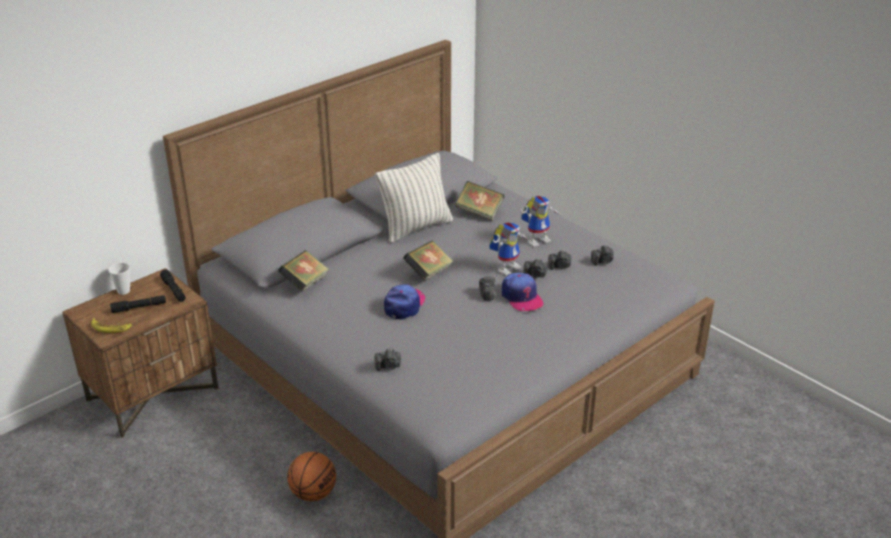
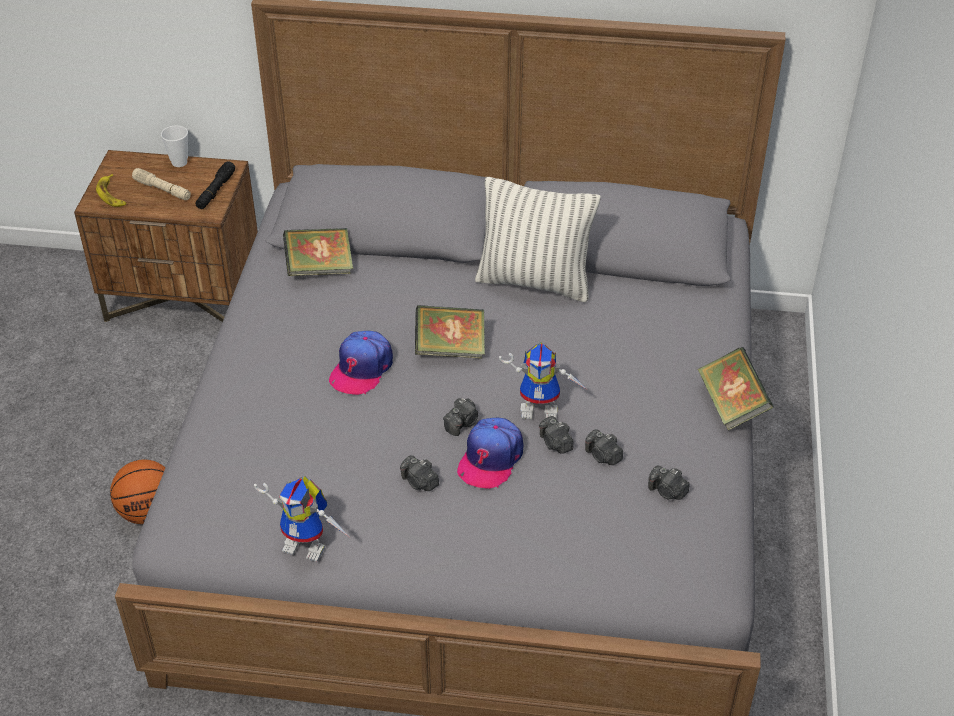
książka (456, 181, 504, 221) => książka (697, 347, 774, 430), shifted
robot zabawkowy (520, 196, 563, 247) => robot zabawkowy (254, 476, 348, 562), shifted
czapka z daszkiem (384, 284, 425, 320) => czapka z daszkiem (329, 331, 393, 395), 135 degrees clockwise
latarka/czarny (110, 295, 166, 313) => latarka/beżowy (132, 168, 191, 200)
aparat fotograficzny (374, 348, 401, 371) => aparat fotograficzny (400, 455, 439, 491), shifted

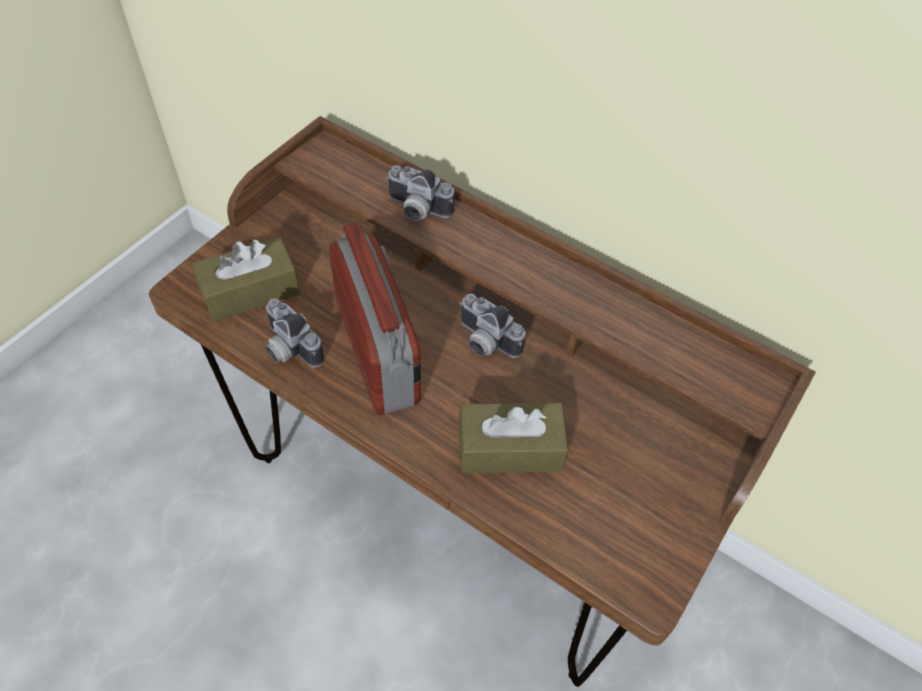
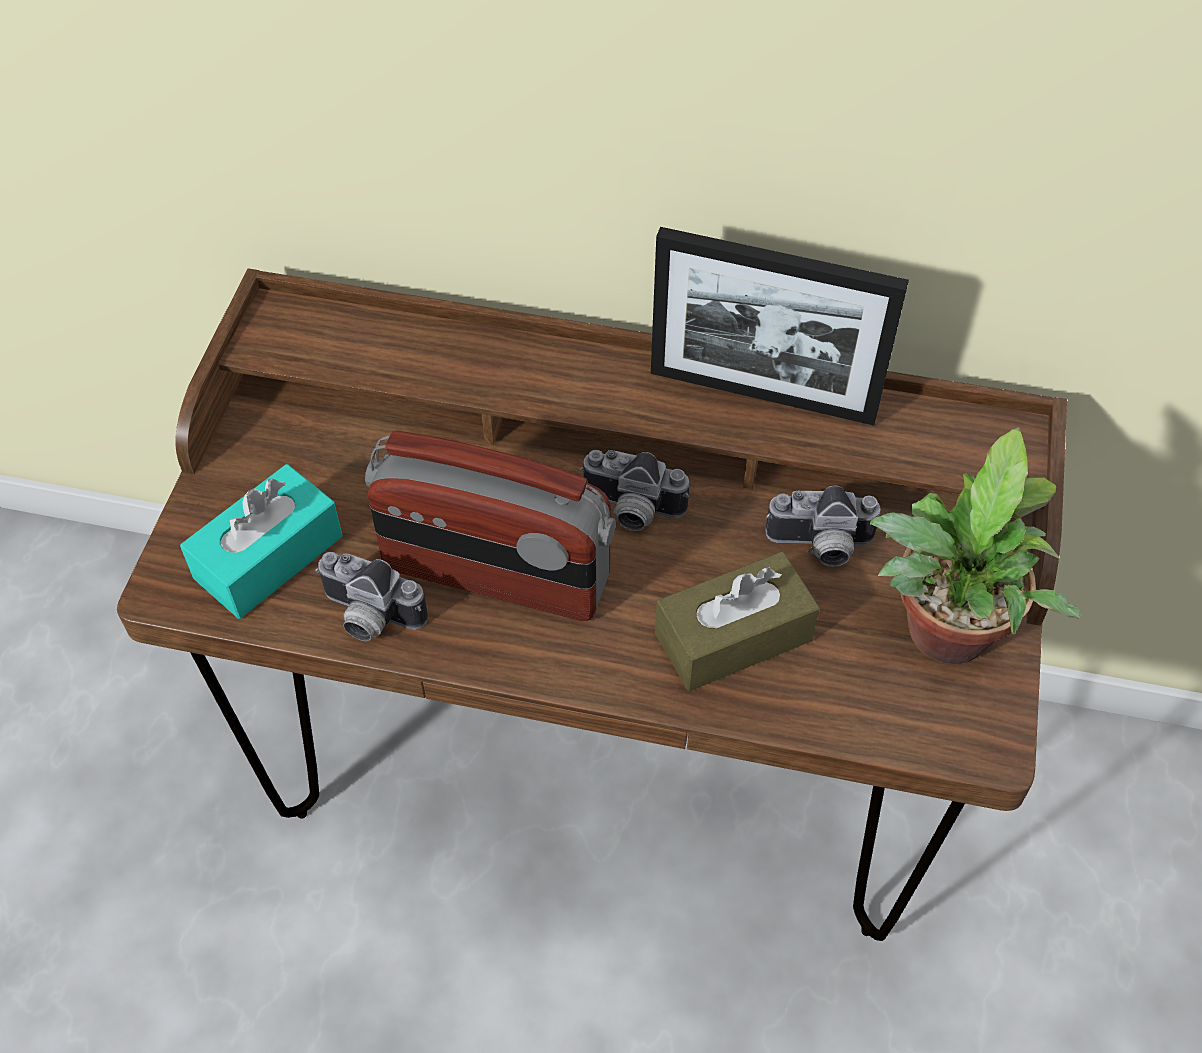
aparat fotograficzny (386, 165, 455, 221) => aparat fotograficzny (765, 485, 881, 567), shifted
radio (329, 221, 421, 415) => radio (365, 431, 616, 621), 150 degrees clockwise
pudełko chusteczek/brązowy (192, 237, 300, 322) => pudełko chusteczek/turkusowy (180, 464, 342, 619)
nothing => ramka na zdjęcie (651, 227, 909, 426)
nothing => roślina doniczkowa (870, 427, 1082, 664)

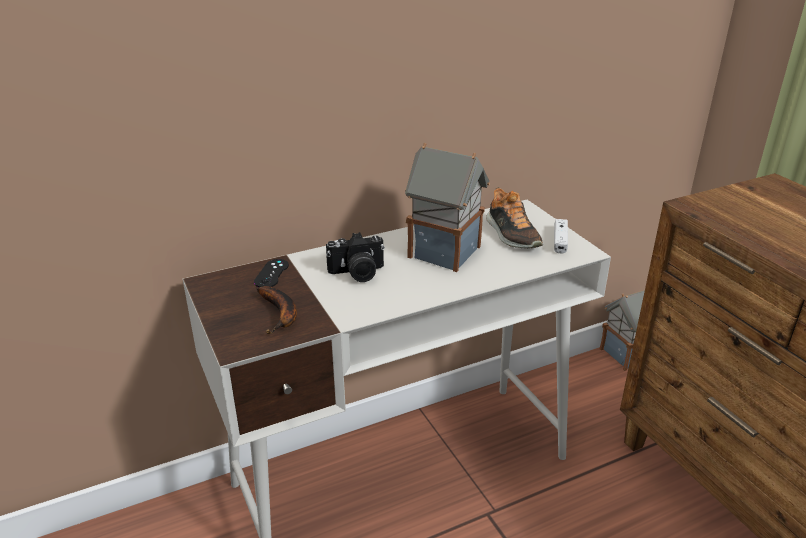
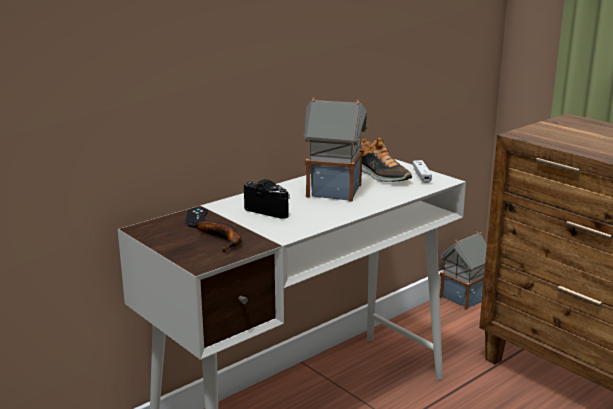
aparat fotograficzny (326, 232, 385, 282) => aparat fotograficzny (244, 179, 290, 219), 120 degrees counterclockwise

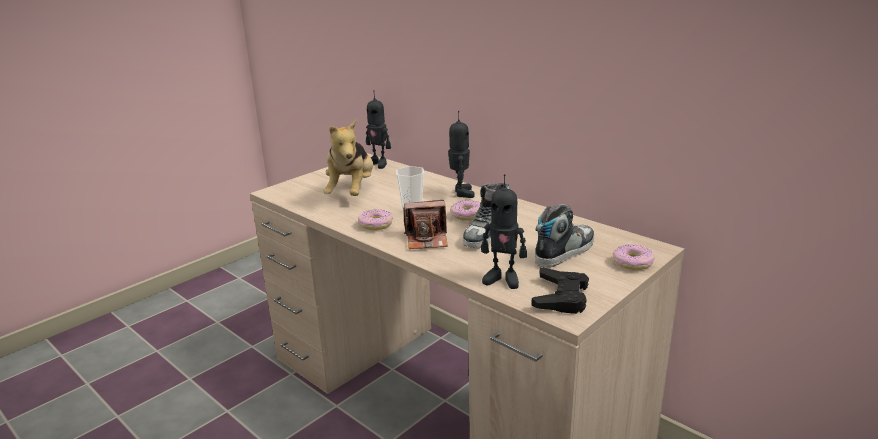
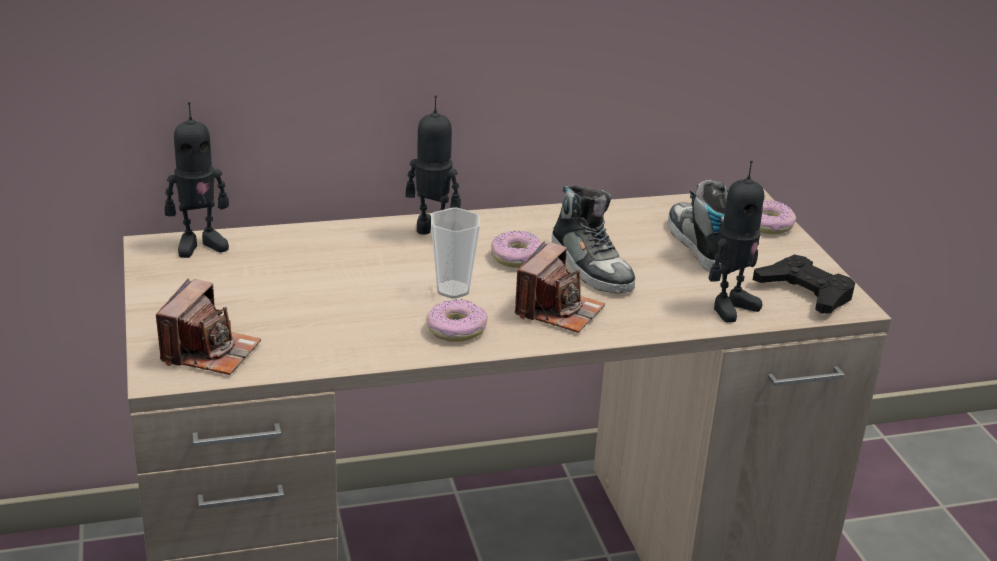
pluszak (323, 119, 373, 196) => nothing
nothing => aparat fotograficzny (156, 278, 261, 375)

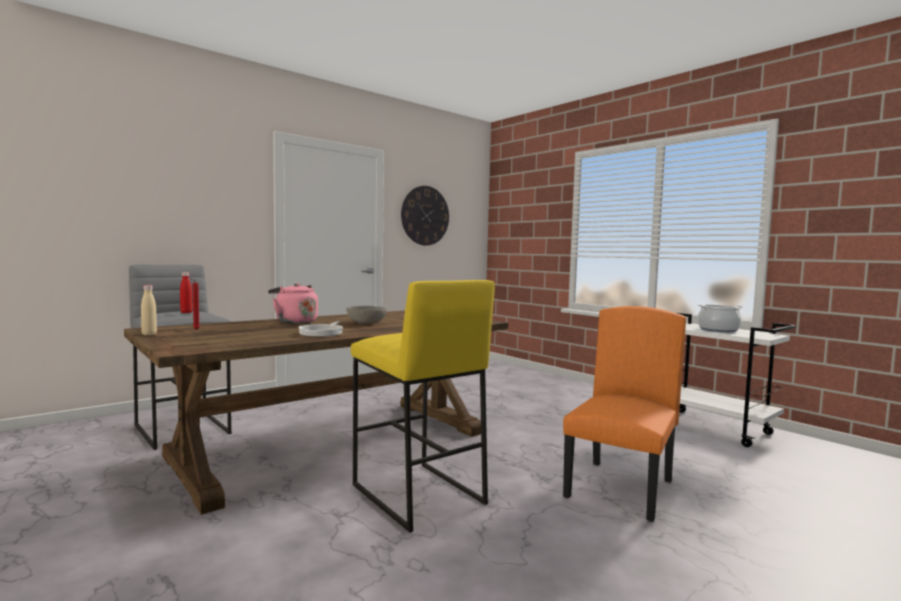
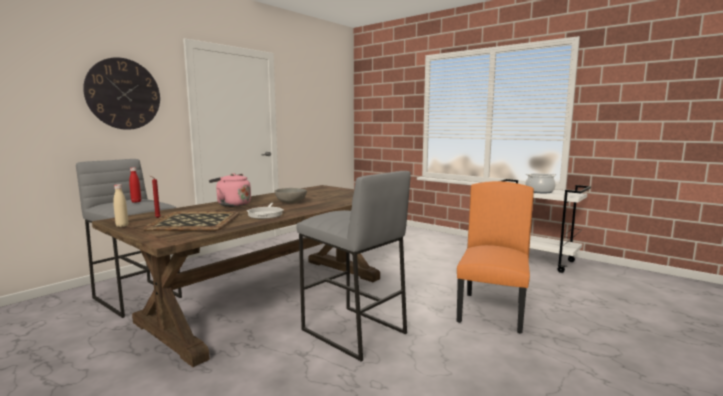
zegar ścienny (401, 186, 449, 245) => zegar ścienny (83, 57, 160, 130), shifted
stołek/żółty (351, 280, 495, 533) => stołek/szary (296, 171, 411, 362)
nothing => taca (143, 211, 240, 231)

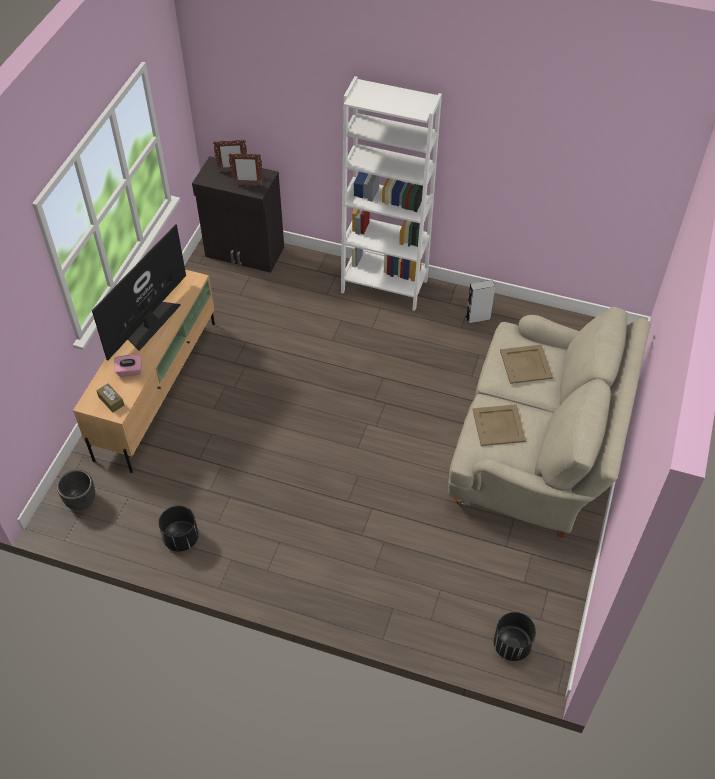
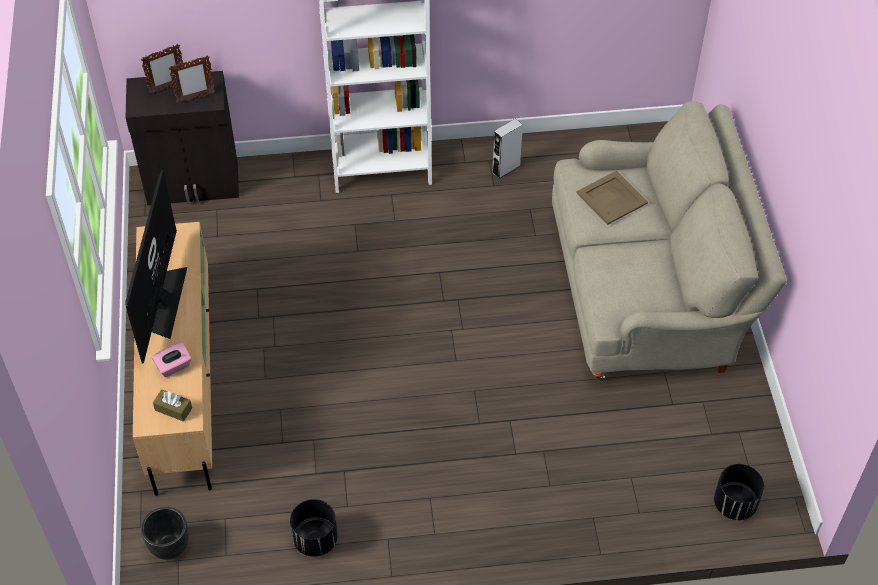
taca/beżowy (473, 404, 526, 446) => nothing

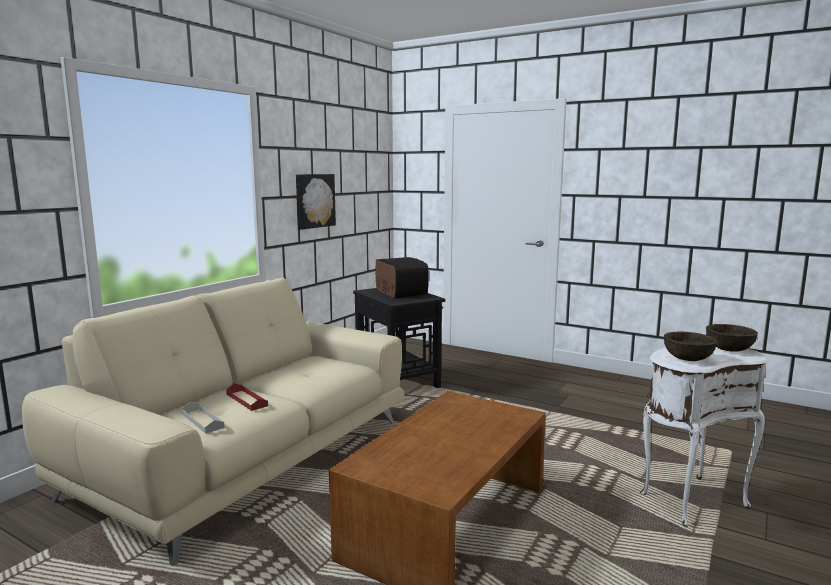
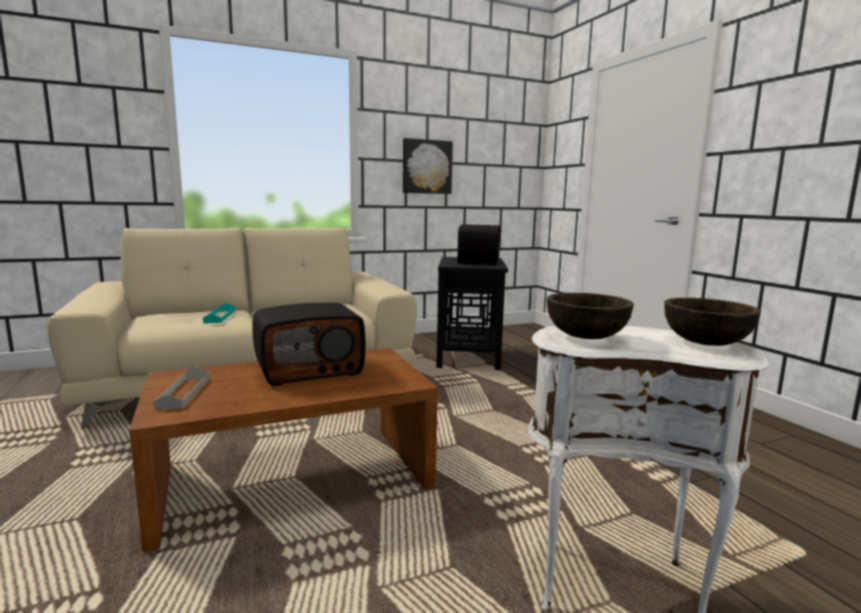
taca/czerwony (226, 383, 268, 411) => taca/turkusowy (203, 303, 235, 323)
taca/szary (181, 402, 225, 434) => taca/szary (154, 366, 210, 409), shifted
nothing => radio (252, 303, 366, 386)

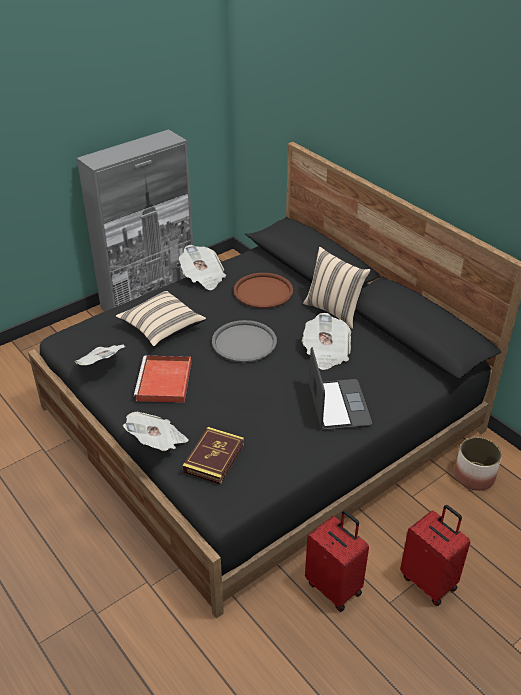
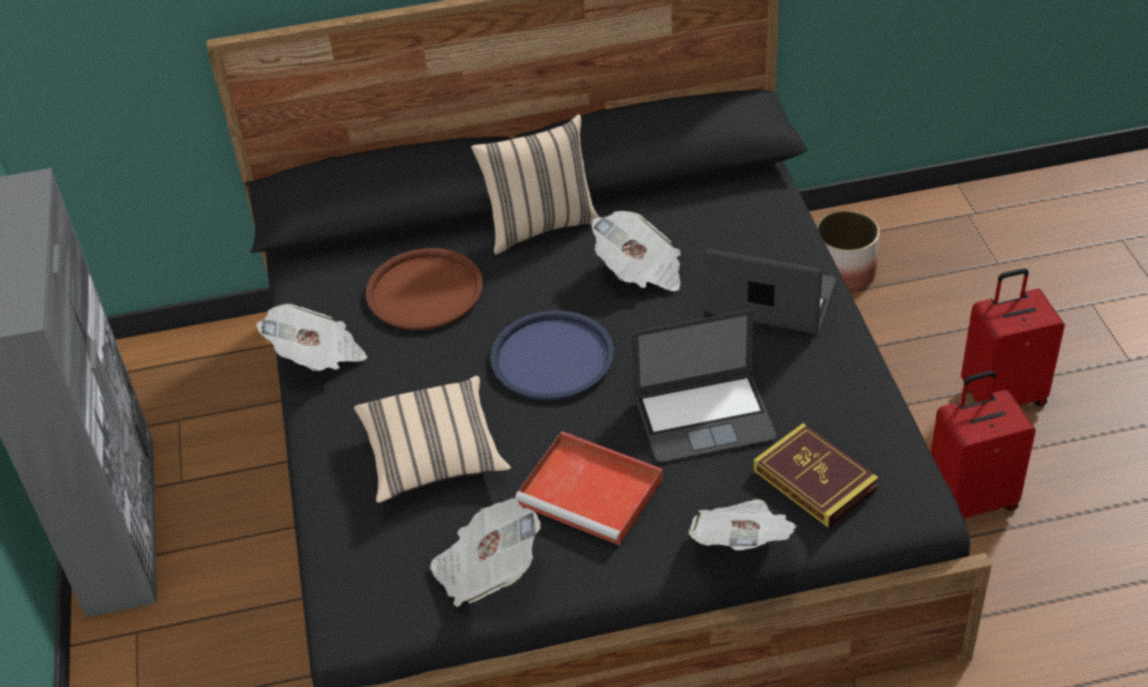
taca/szary (212, 320, 277, 363) => taca/niebieski (490, 310, 614, 400)
nothing => laptop (632, 310, 776, 462)

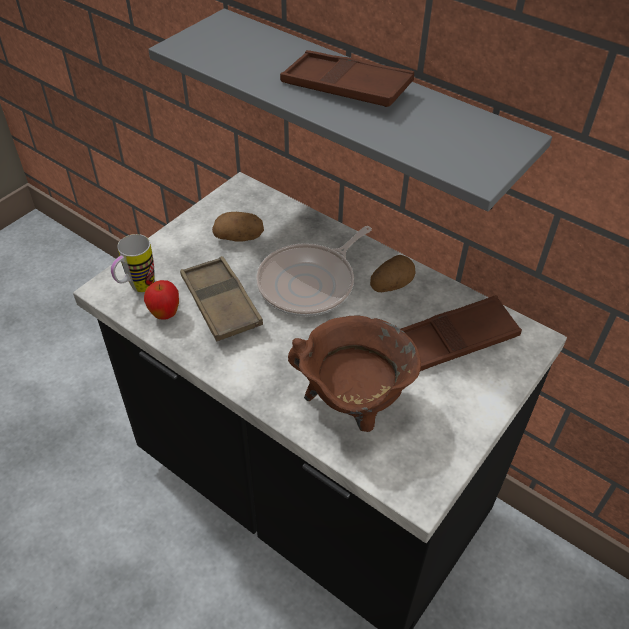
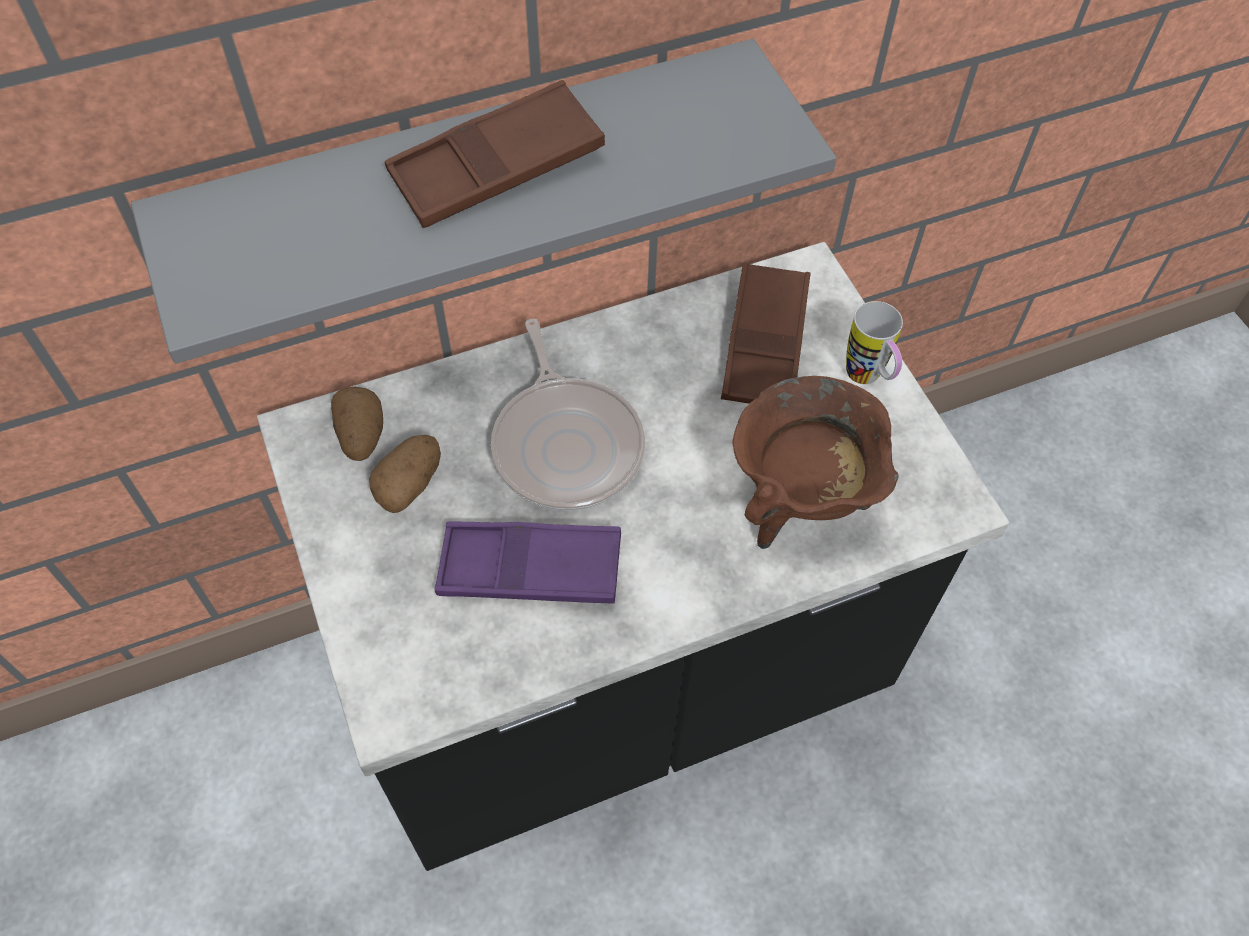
kubek (111, 234, 155, 292) => kubek (846, 301, 903, 384), shifted
ziemniak (370, 255, 416, 292) => ziemniak (331, 386, 383, 461), shifted
taca/brązowy (180, 256, 263, 341) => taca/fioletowy (435, 521, 621, 604)
jabłko (144, 280, 179, 320) => nothing

